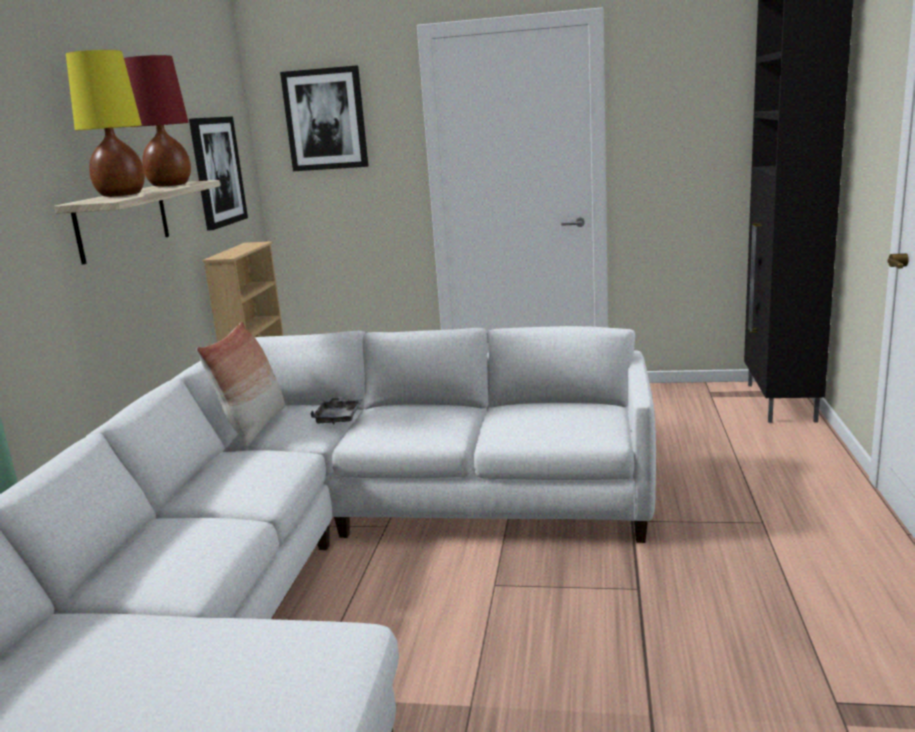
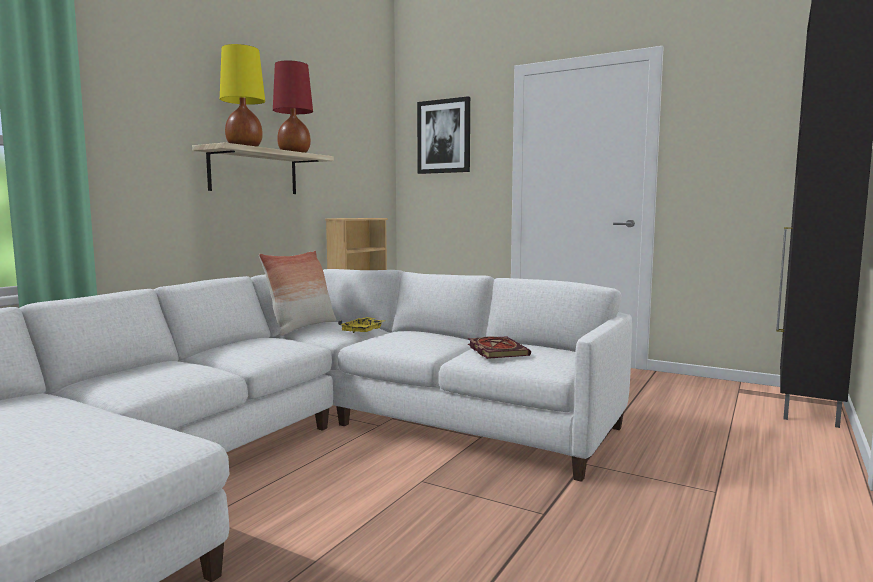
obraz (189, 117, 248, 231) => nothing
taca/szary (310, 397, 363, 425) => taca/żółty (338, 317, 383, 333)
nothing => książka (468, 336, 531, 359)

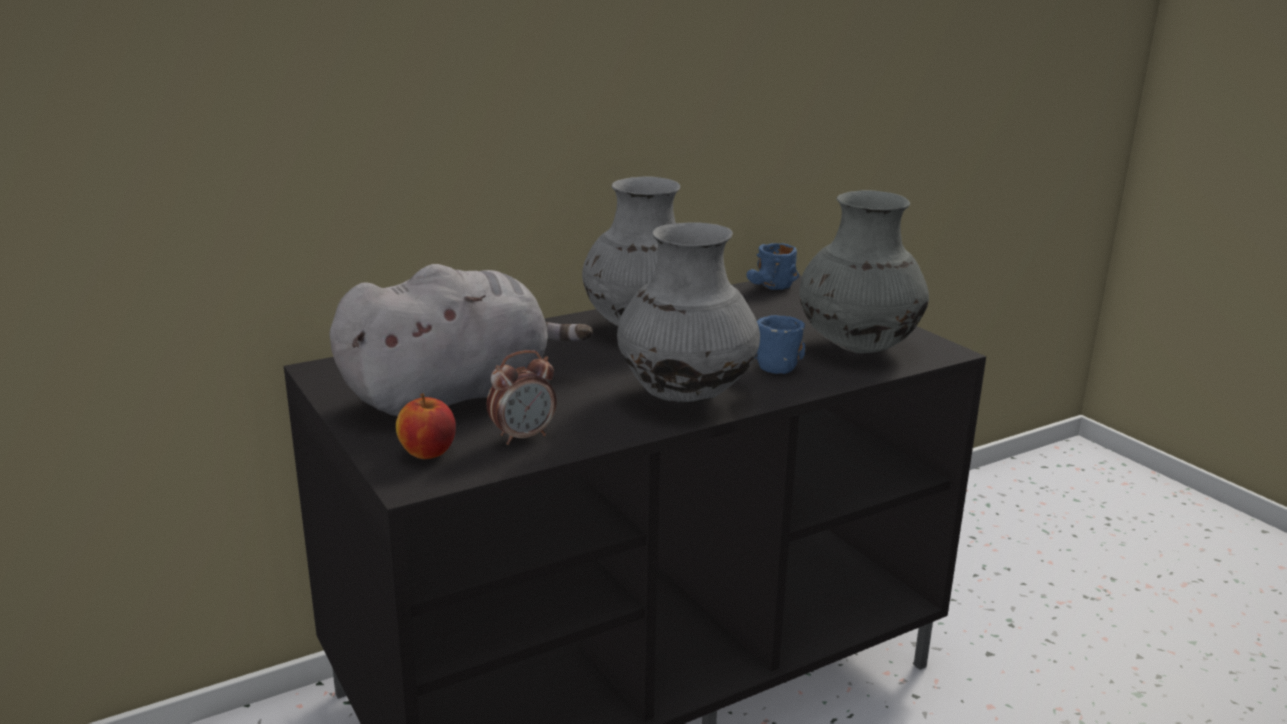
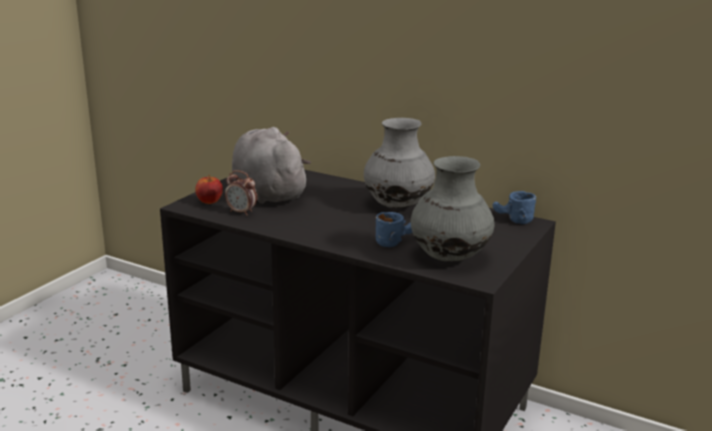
wazon/szary (617, 222, 760, 403) => nothing
pluszak/szary (330, 264, 593, 416) => pluszak/szary (232, 127, 311, 204), 150 degrees counterclockwise

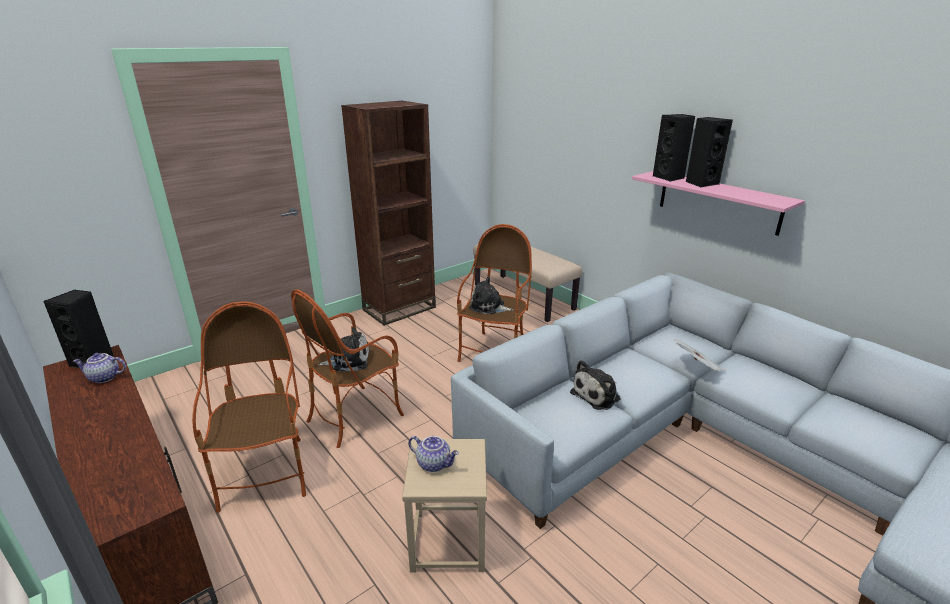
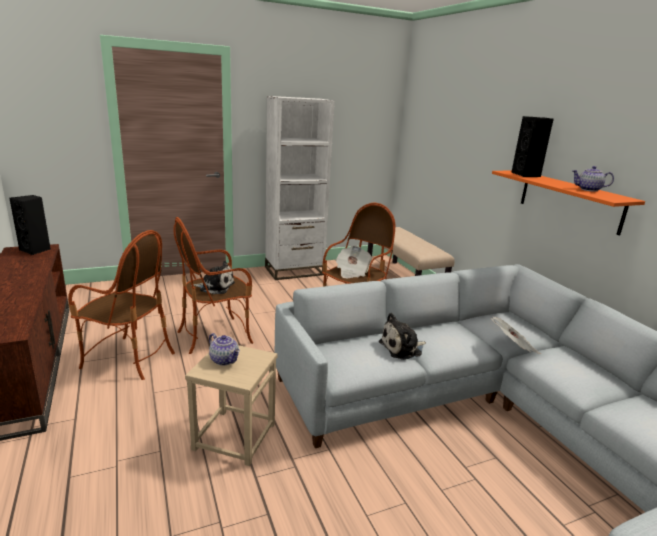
regał/brązowy (341, 101, 436, 326) => regał/biały (265, 96, 335, 280)
głośnik/czarny (686, 117, 733, 188) => nothing
półka/różowy (632, 171, 805, 236) => półka/pomarańczowy (492, 170, 645, 235)
pluszak (469, 277, 513, 314) => gazeta (336, 246, 372, 278)
fotel (192, 301, 306, 513) => fotel (68, 230, 175, 380), 105 degrees clockwise
imbryk (73, 353, 126, 383) => imbryk (572, 166, 614, 191), shifted

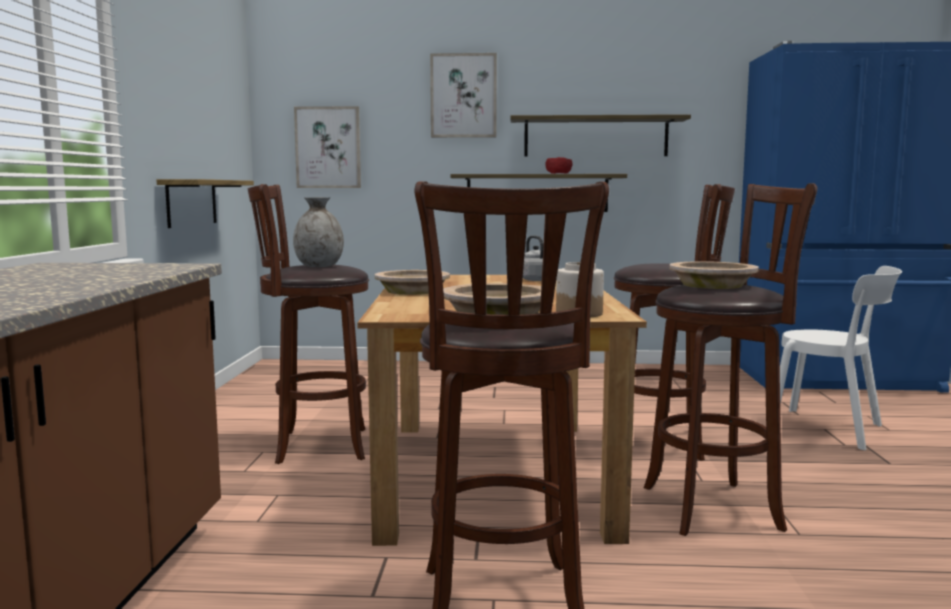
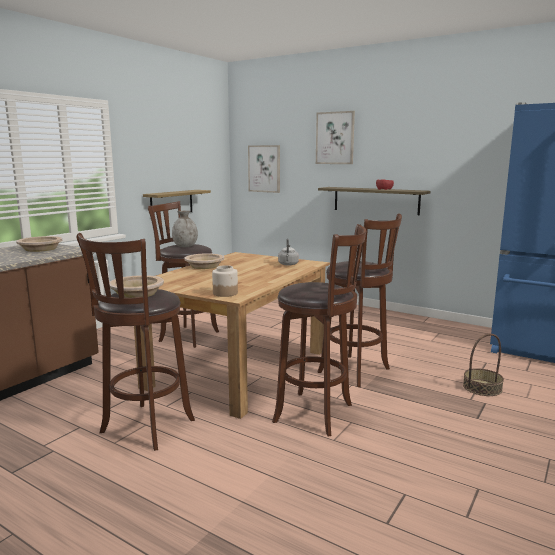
półka (510, 114, 691, 157) => nothing
miska/beżowy (669, 261, 759, 289) => miska/beżowy (16, 236, 63, 252), shifted
krzesło/biały (780, 266, 902, 450) => koszyk (463, 333, 504, 396)

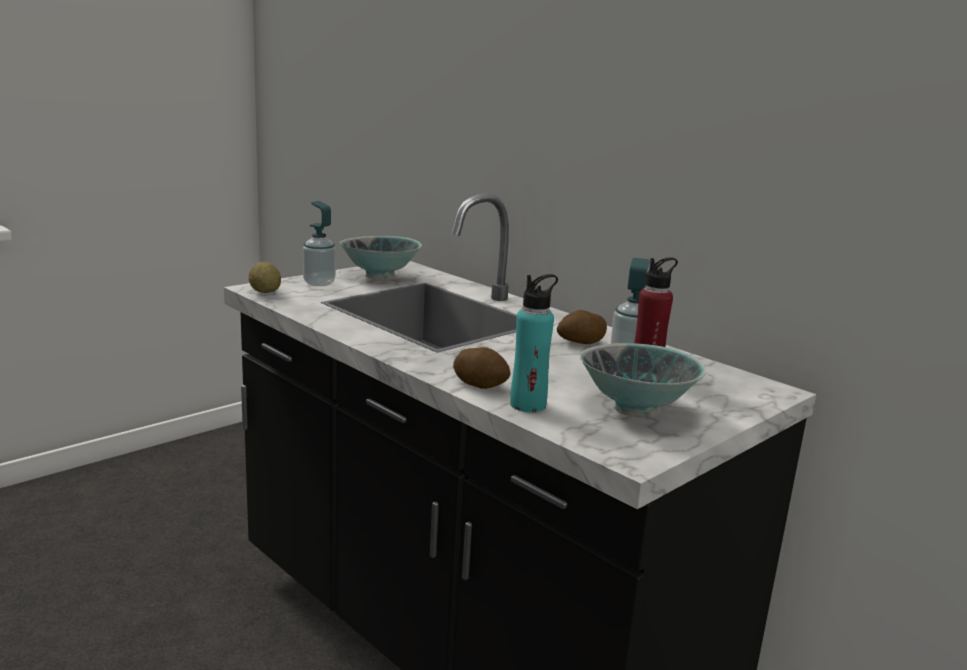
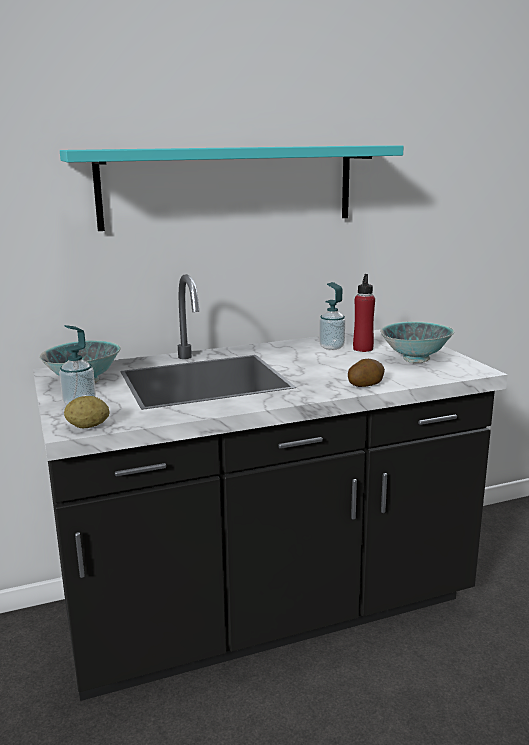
butelka/turkusowy (510, 274, 558, 412) => nothing
ziemniak (557, 310, 607, 344) => nothing
nothing => półka/turkusowy (60, 145, 404, 231)

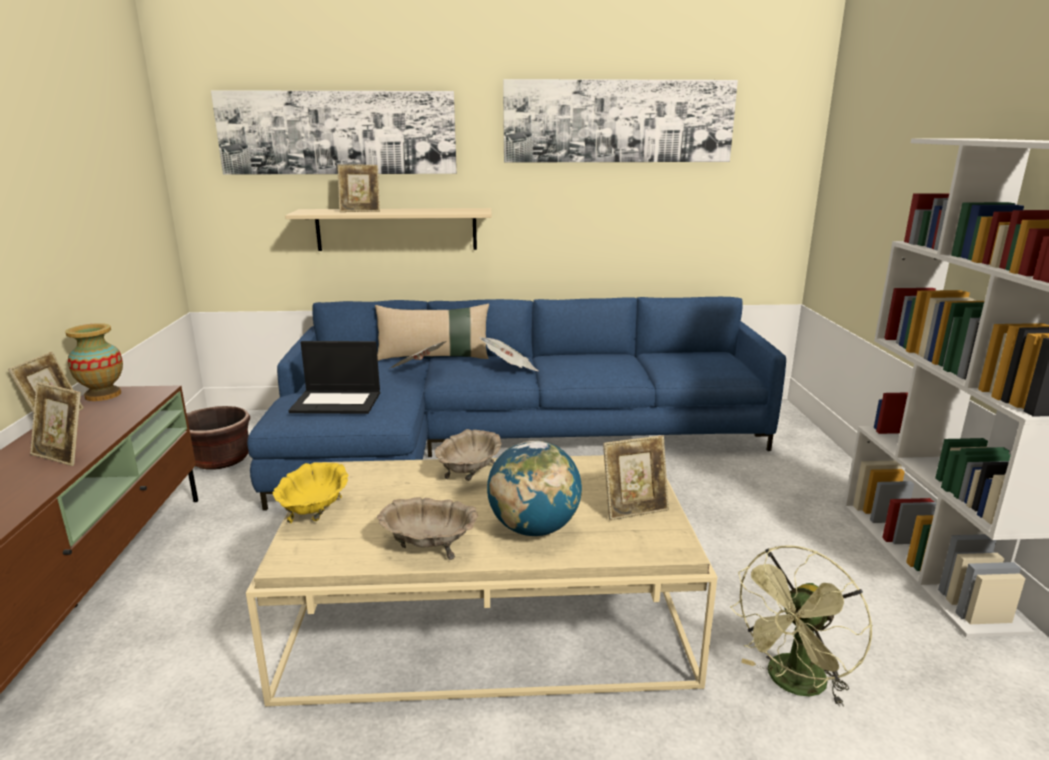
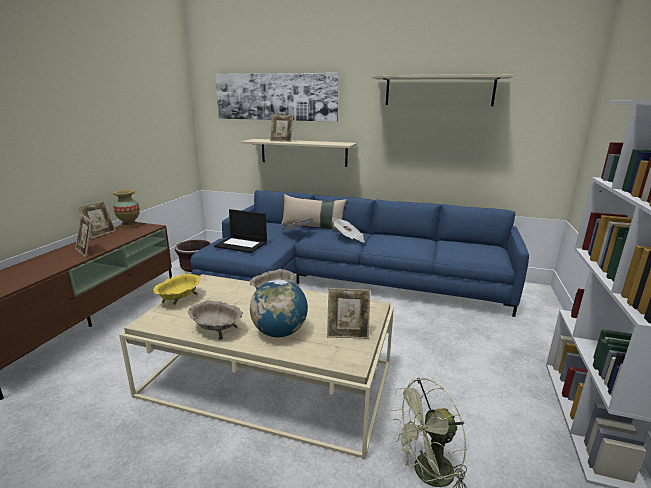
obraz (503, 79, 738, 163) => półka/beżowy (372, 74, 514, 106)

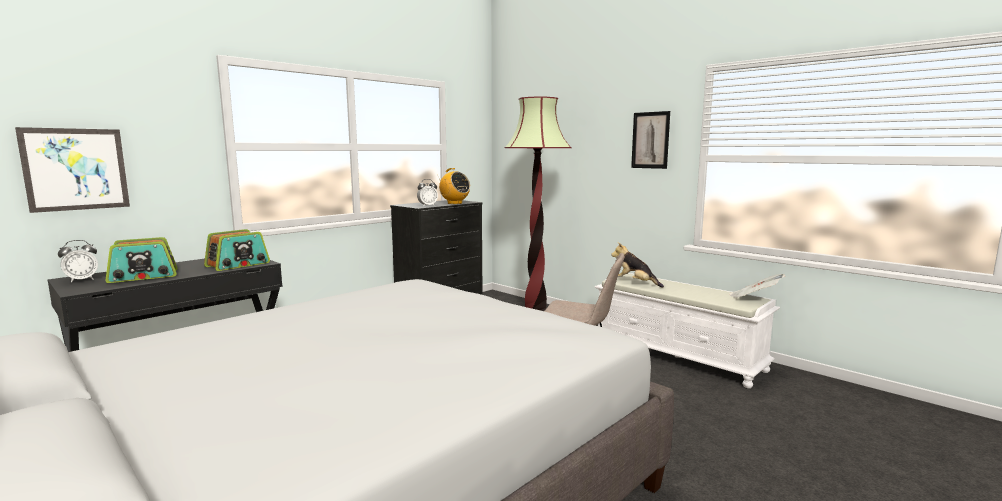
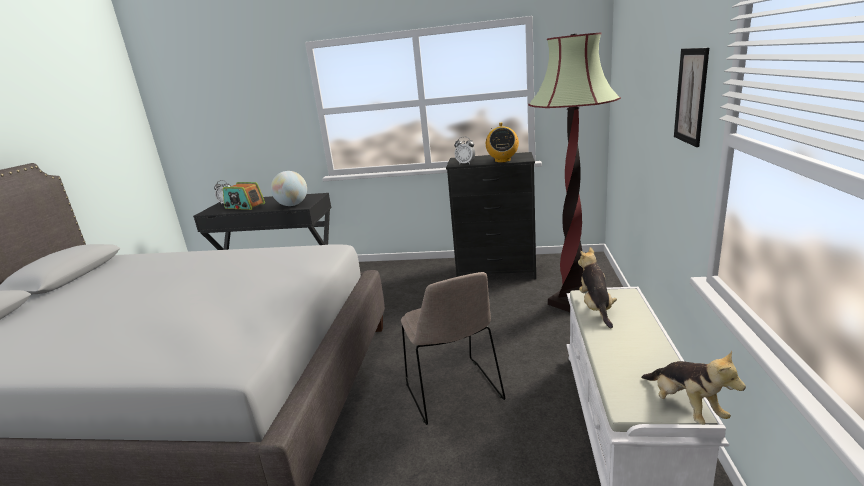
obraz (15, 127, 130, 213) => nothing
radio (204, 229, 270, 271) => globus (271, 171, 307, 206)
gazeta (729, 274, 785, 298) => pluszak (641, 351, 746, 425)

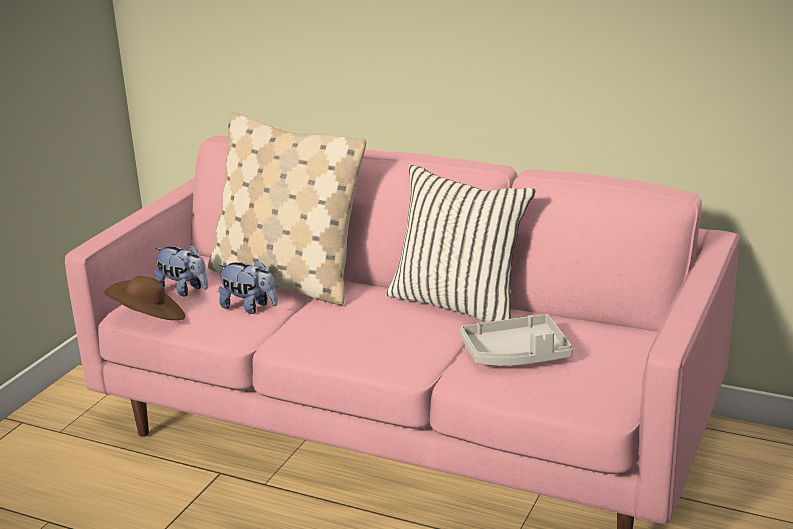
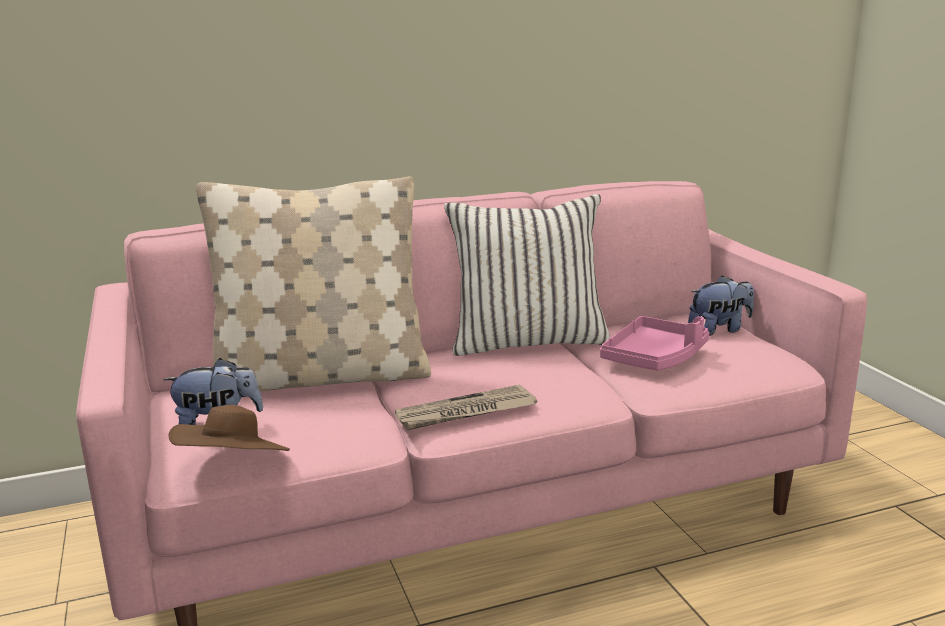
pluszak (219, 259, 278, 314) => pluszak (688, 275, 754, 336), shifted
taca/szary (460, 314, 573, 366) => taca/różowy (600, 316, 709, 370)
nothing => gazeta (395, 385, 537, 430)

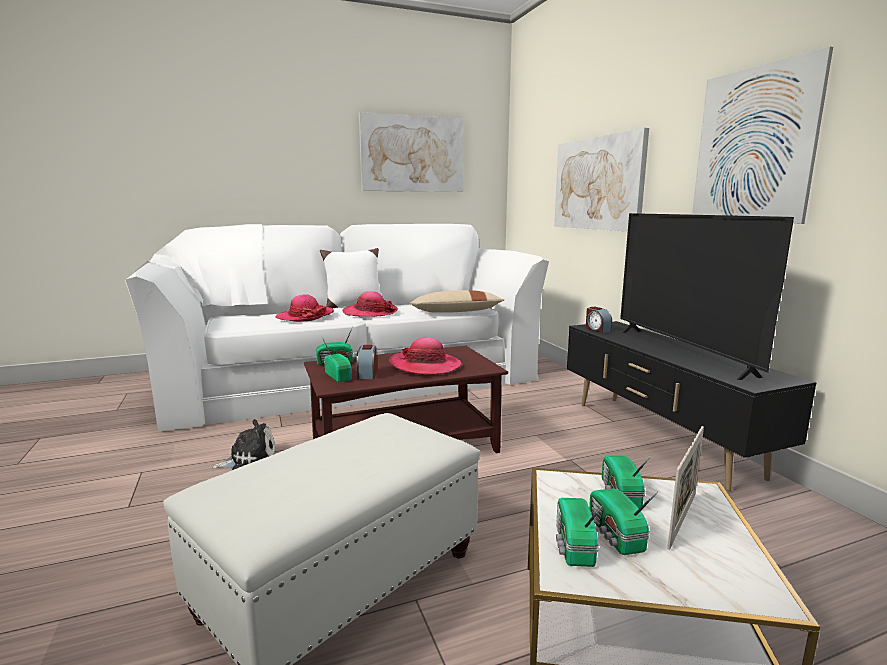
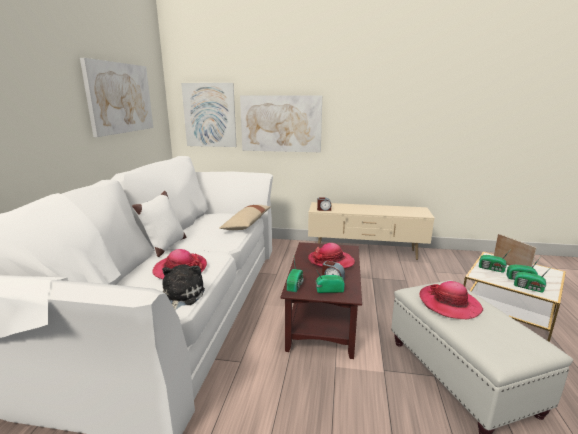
obraz (692, 46, 833, 224) => obraz (181, 83, 237, 147), shifted
telewizor (620, 213, 794, 380) => nothing
kapelusz (343, 291, 398, 317) => kapelusz (420, 281, 483, 319), shifted
szafka pod telewizor/czarny (567, 321, 817, 491) => szafka pod telewizor/beżowy (308, 202, 435, 260)
pluszak (211, 419, 275, 470) => pluszak (162, 264, 205, 310), shifted

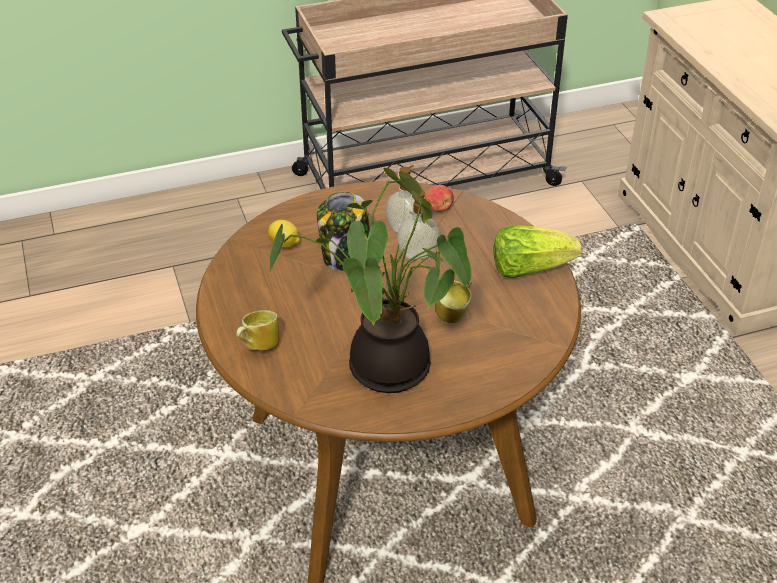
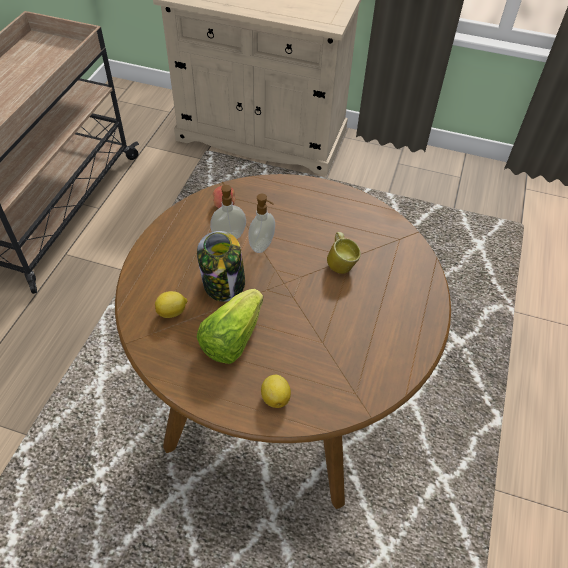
roślina doniczkowa (268, 168, 472, 393) => nothing
sałata (494, 225, 581, 278) => sałata (197, 289, 263, 364), shifted
kubek (236, 310, 280, 351) => cytryna (261, 375, 291, 408)

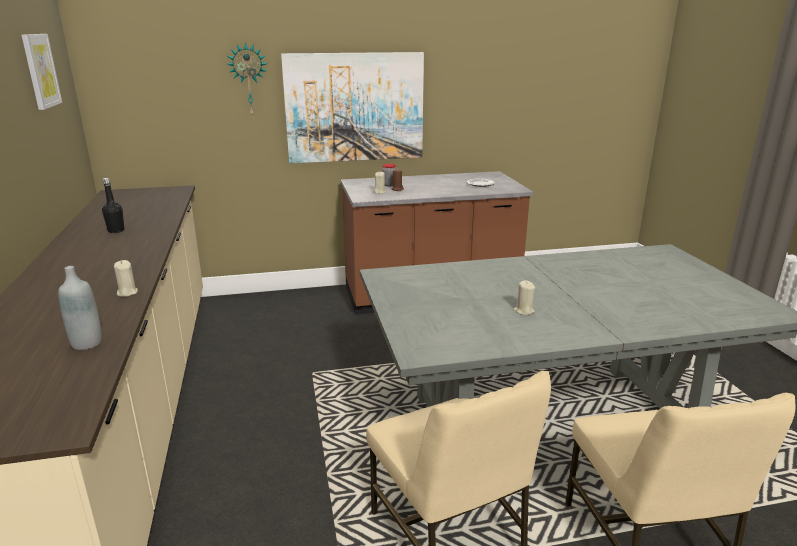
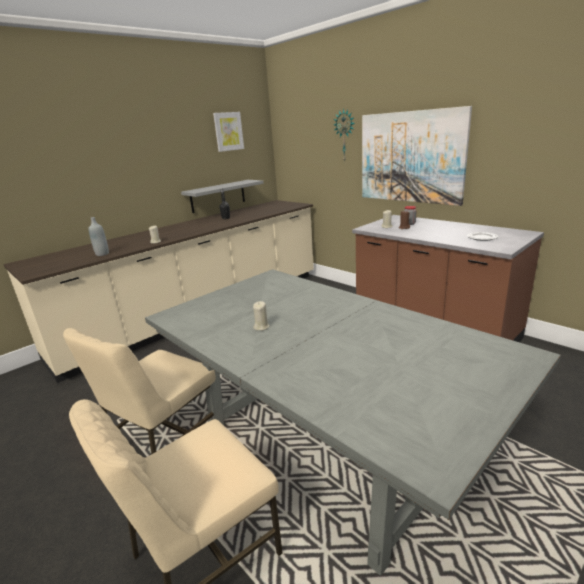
nothing => półka/szary (181, 180, 264, 213)

